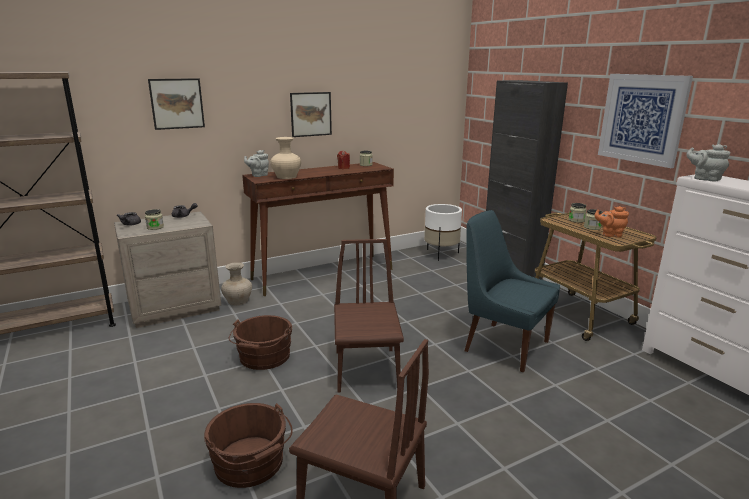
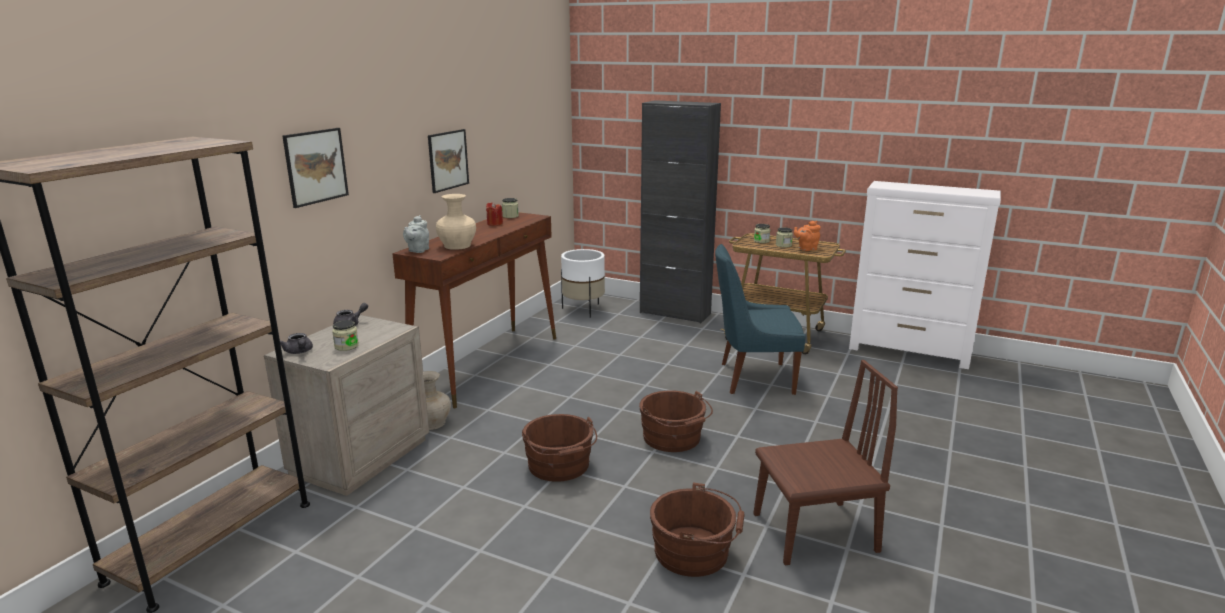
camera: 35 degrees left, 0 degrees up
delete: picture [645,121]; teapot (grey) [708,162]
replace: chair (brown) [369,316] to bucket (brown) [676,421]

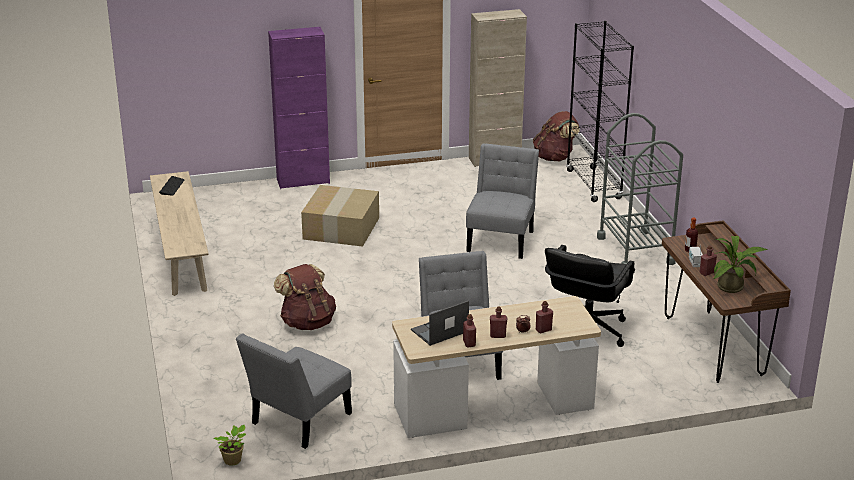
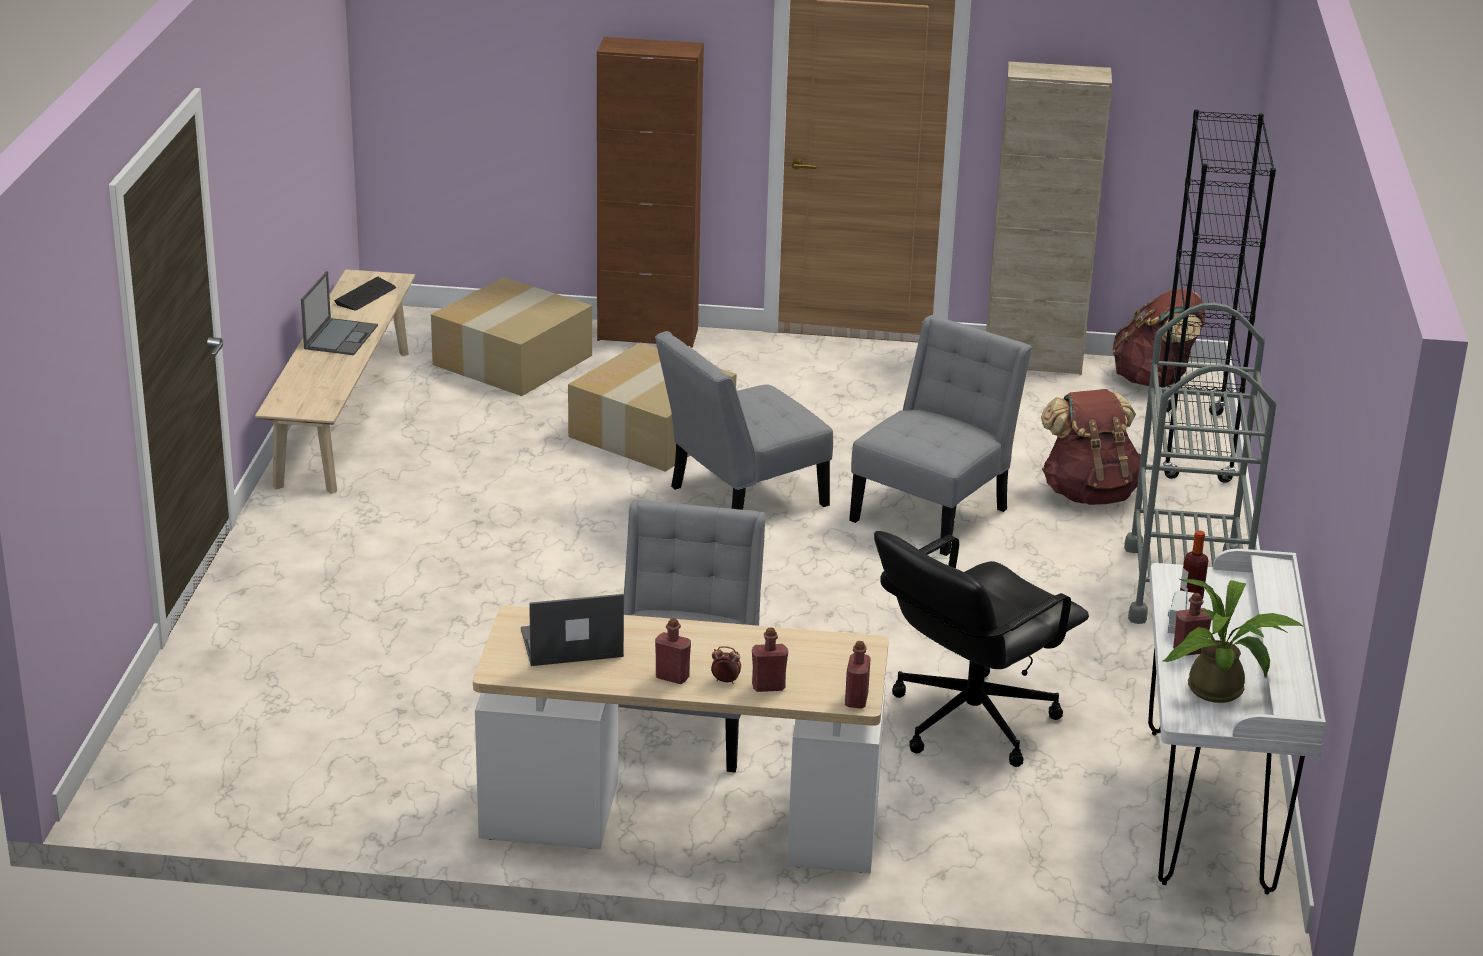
camera: 20 degrees right, 0 degrees up
delete: potted plant [230,445]
insert: laptop [339,313]; cardboard box [511,336]
move: chair (grey) [294,391] to [744,420]; backpack (brown) [305,297] to [1091,447]; bottle (red) [469,330] to [858,675]
recolor: cabinet (purple) [299,108] to cabinet (brown) [650,192]; desk (brown) [726,301] to desk (white) [1237,721]

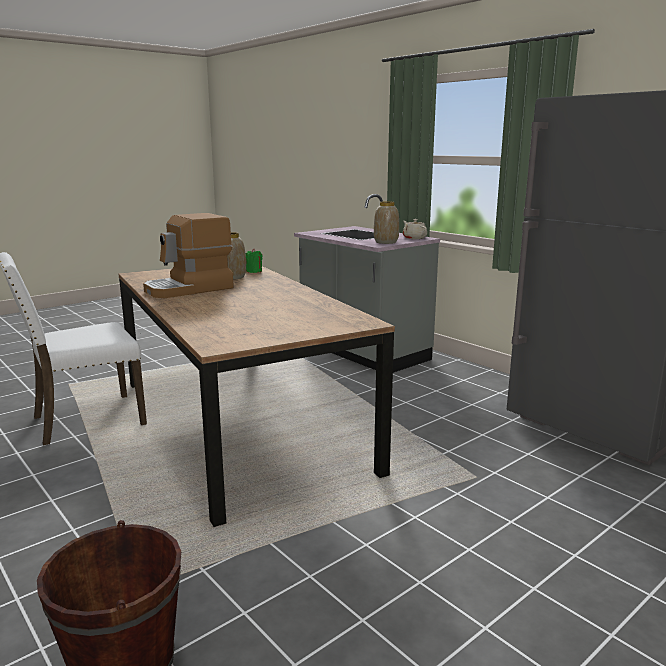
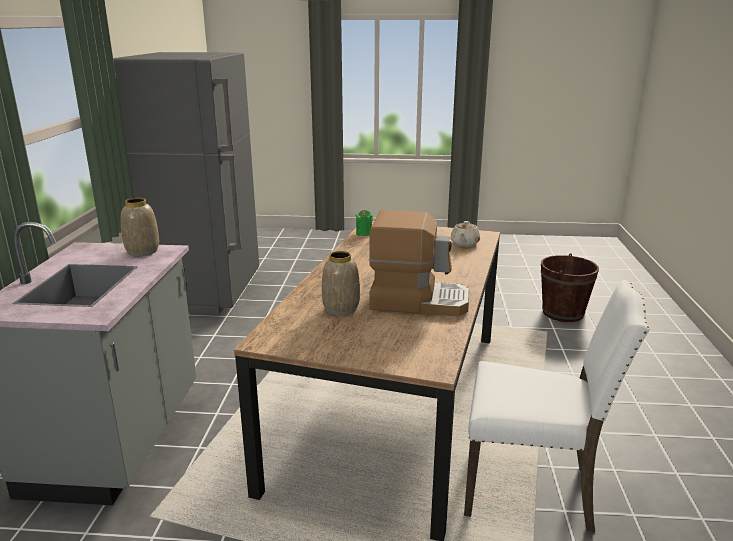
camera: 135 degrees left, 5 degrees up
move: candle (green) [254,260] to [364,223]; teapot (beige) [415,229] to [465,234]

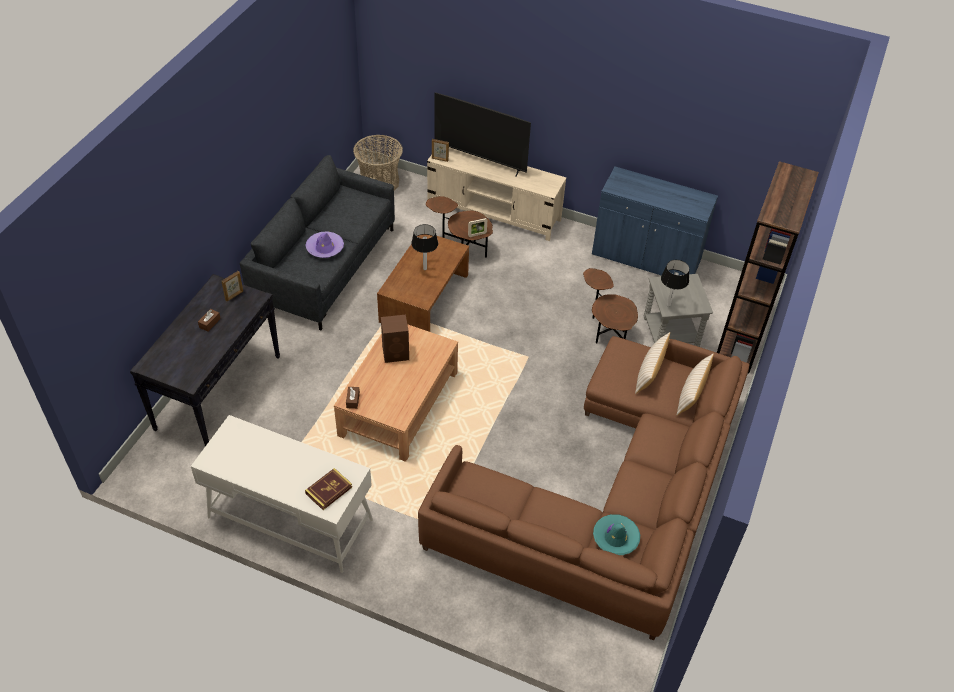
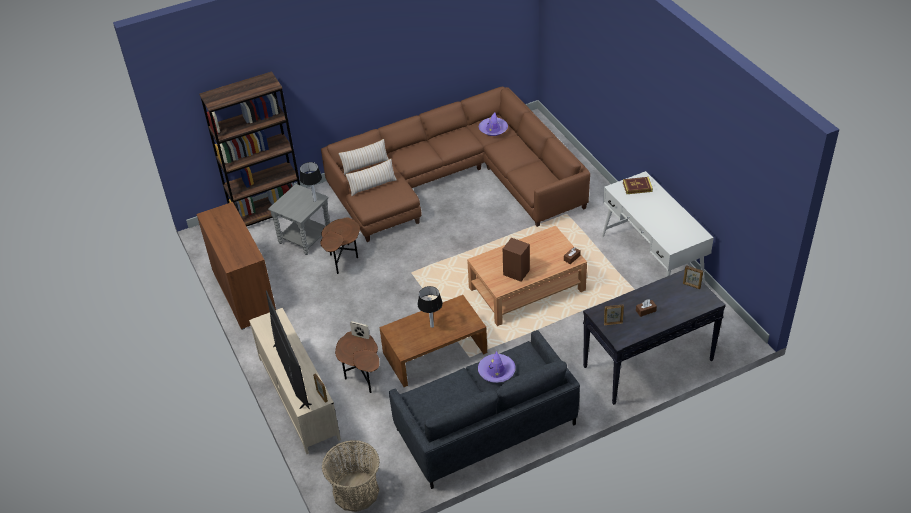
camera: 135 degrees left, 5 degrees down
insert: picture frame [693,277]
recolor: cabinet (blue) [655,221] to cabinet (brown) [236,266]; hat (turquoise) [616,534] to hat (purple) [493,124]

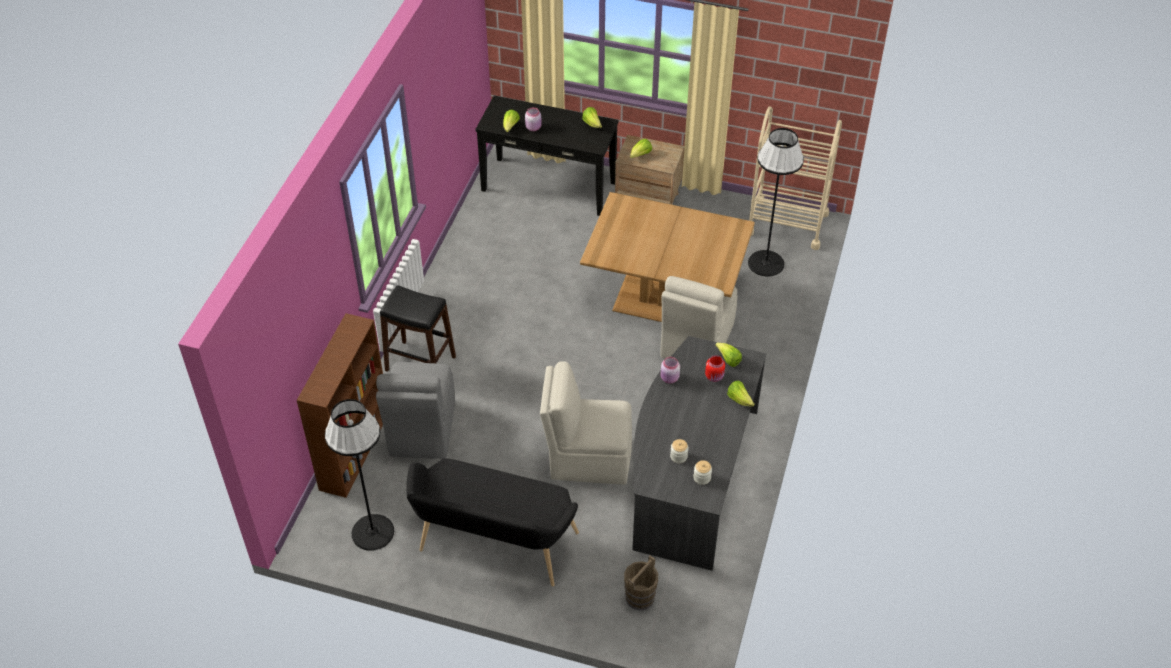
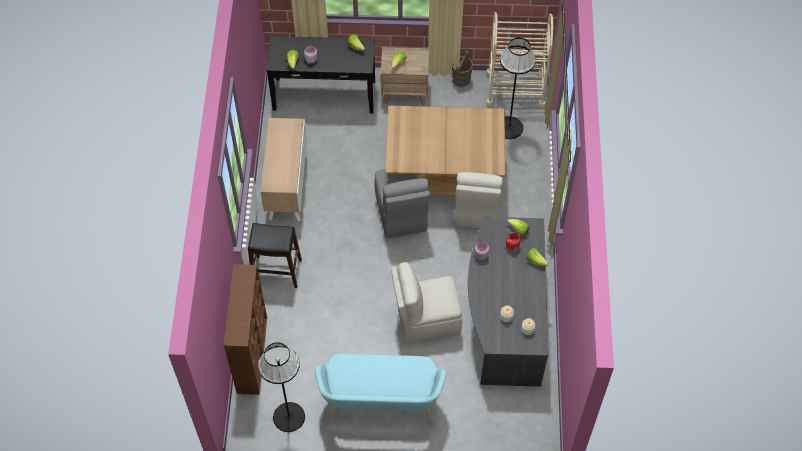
camera: 15 degrees left, 10 degrees up
insert: cabinet [284,169]
move: chair (grey) [415,410] to [402,203]; bucket (brown) [641,583] to [462,69]
recolor: bench (black) [492,522] to bench (turquoise) [380,390]

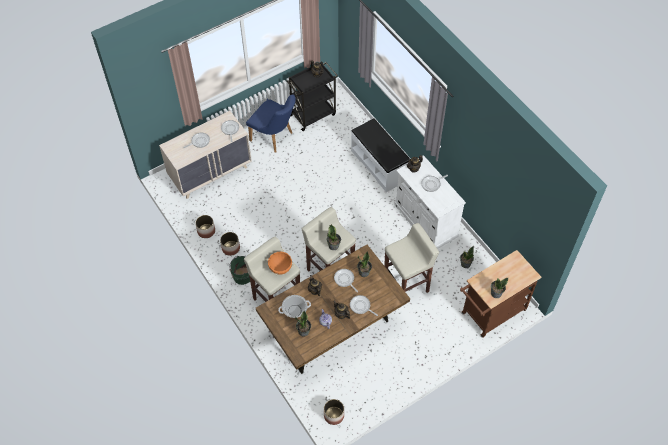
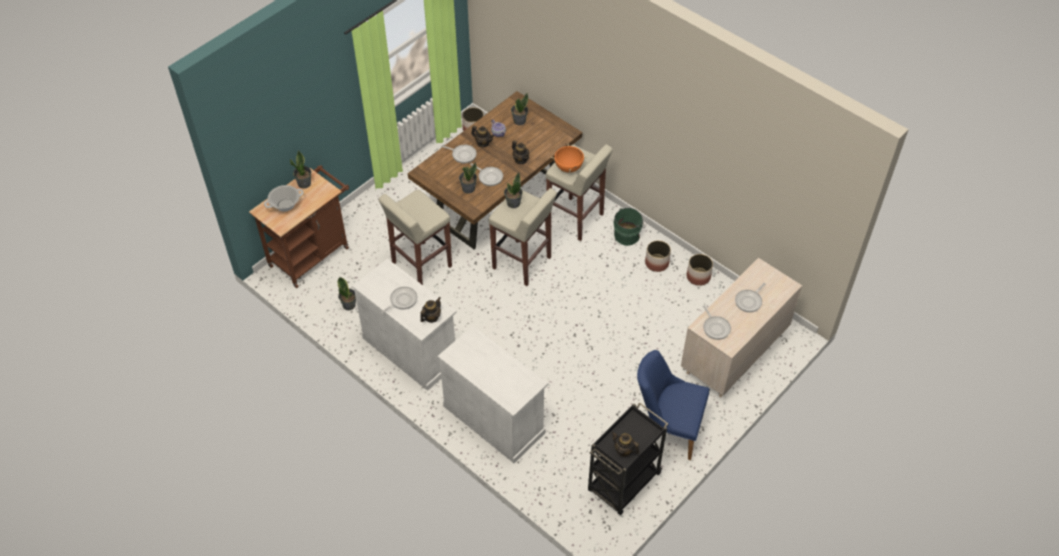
camera: 165 degrees right, 5 degrees down
move: cooking pot [294,306] to [283,198]
replace: bench (white) [380,155] to cabinet (white) [493,394]

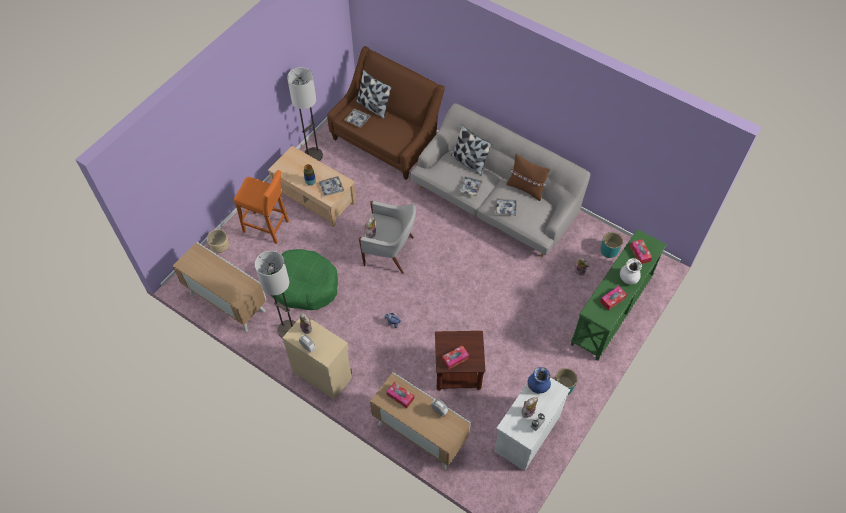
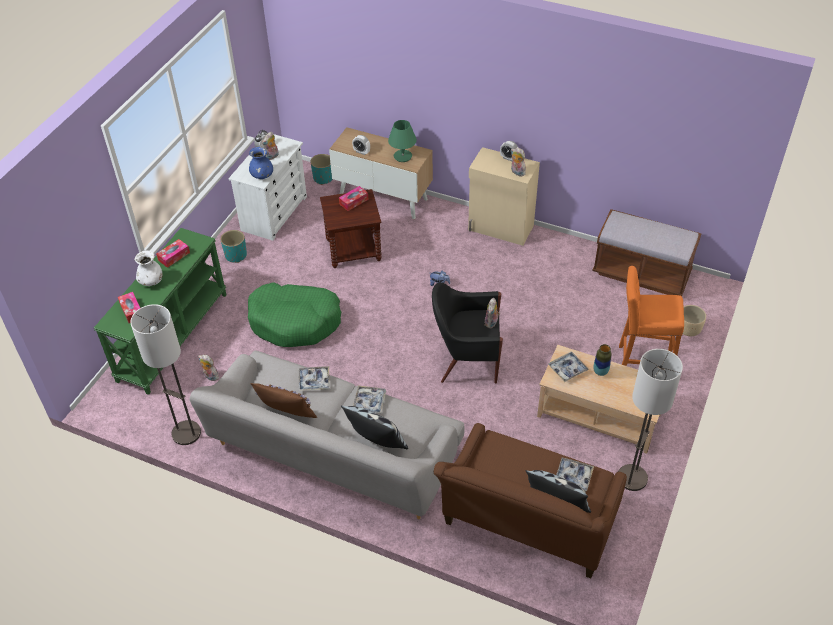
camera: 170 degrees right, 10 degrees down
move: floor lamp [275,294] to [165,374]; dog bed (green) [302,279] to [294,314]; planter (turquoise) [612,245] to [321,169]
replace: cabinet [220,287] to bench (brown) [646,252]; tissue box [400,395] to table lamp (green) [402,141]
recolor: armchair (white) [387,237] to armchair (black) [467,333]

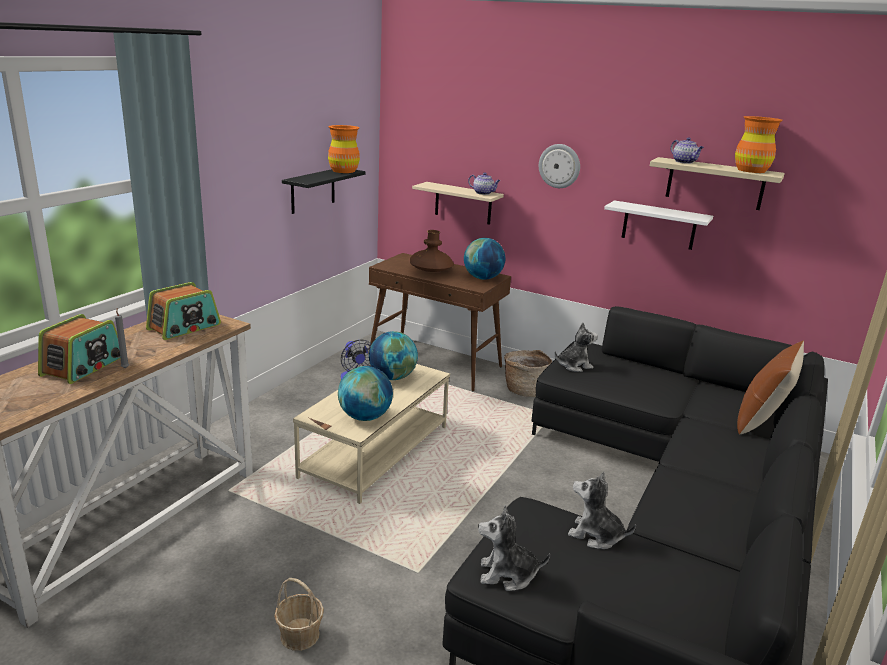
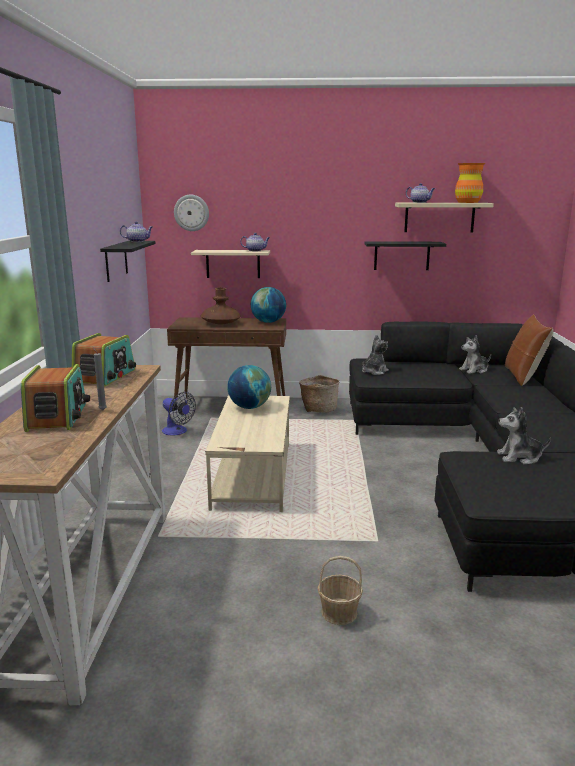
camera: 25 degrees left, 5 degrees down
delete: globe [365,393]
move: plush toy [514,548] to [475,354]; wall clock [559,166] to [191,213]
replace: vase (orange) [344,149] to teapot [136,231]
recolor: shelf (white) [658,225] to shelf (black) [405,255]

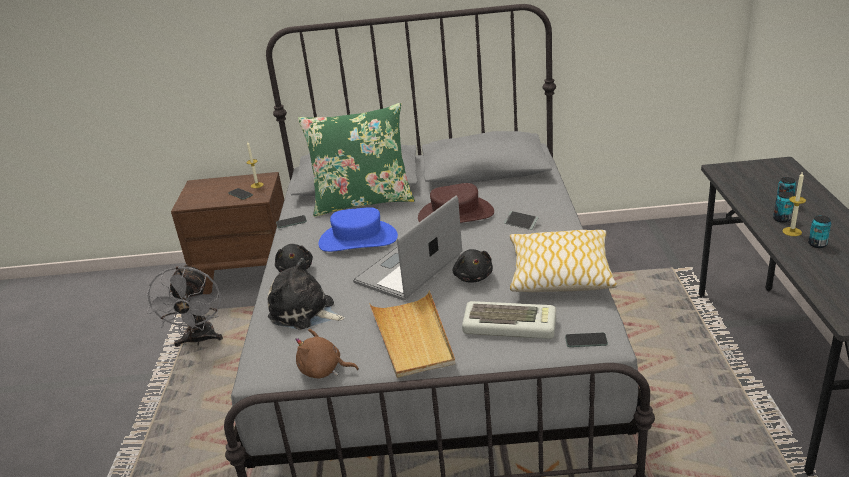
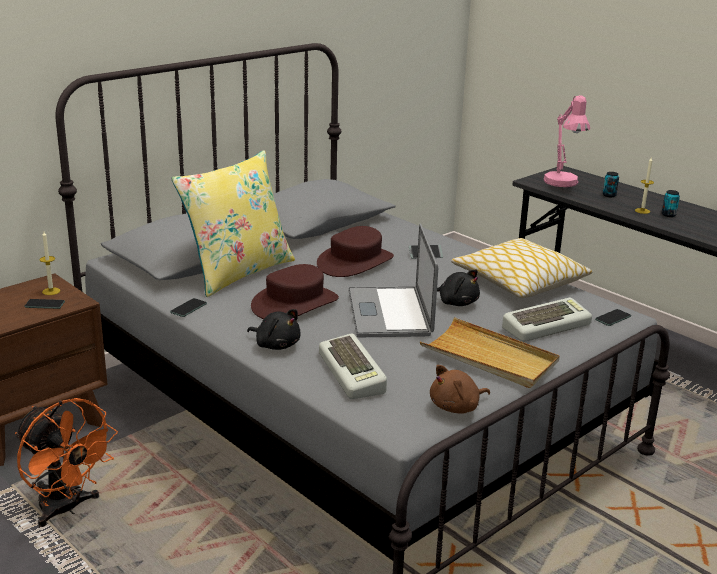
camera: 45 degrees left, 5 degrees down
delete: can [783,207]
insert: table lamp (pink) [567,141]
replace: plush toy [306,294] to keyboard [353,366]
recolor: fan (grey) [185,305] to fan (orange) [66,462]; pillow (green) [356,160] to pillow (yellow) [233,223]; hat (blue) [358,229] to hat (brown) [295,291]

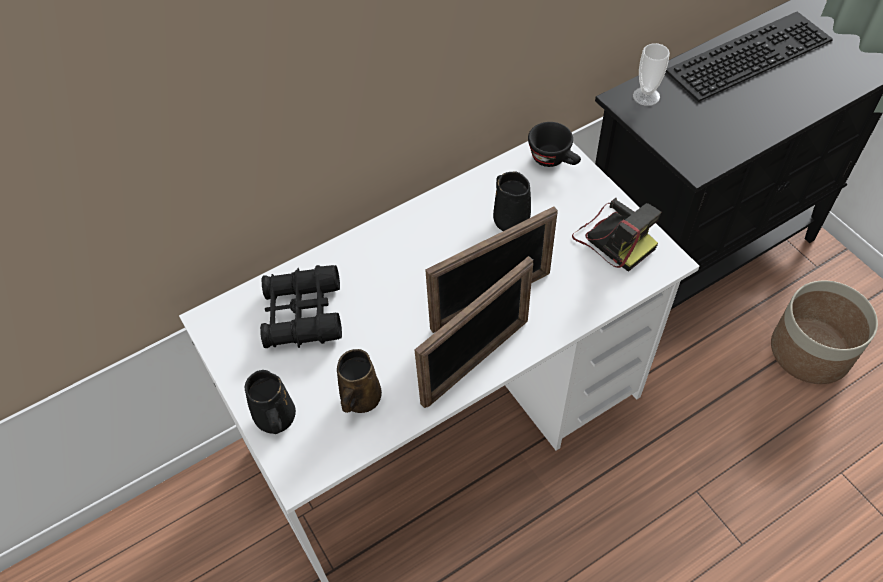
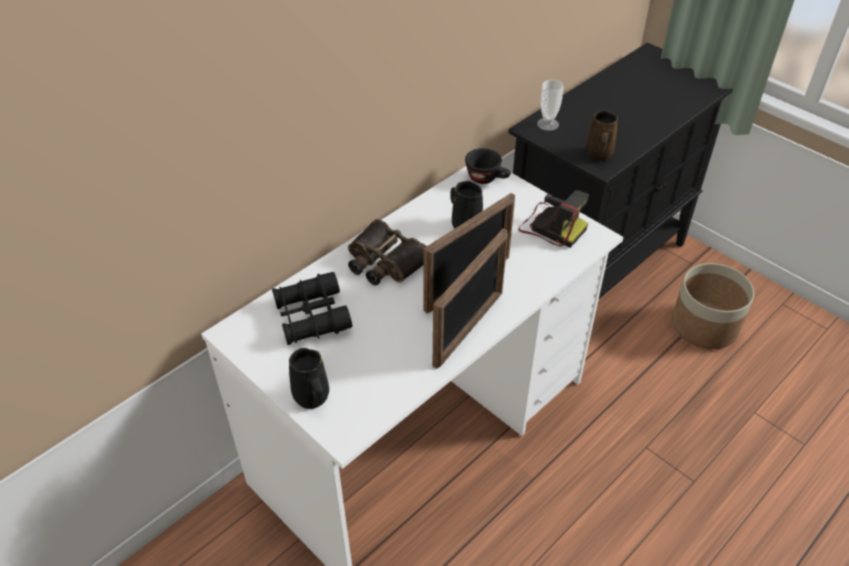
camera: 15 degrees left, 10 degrees down
delete: keyboard [749,56]
insert: binoculars [387,252]
move: mug (brown) [359,381] to [601,135]

